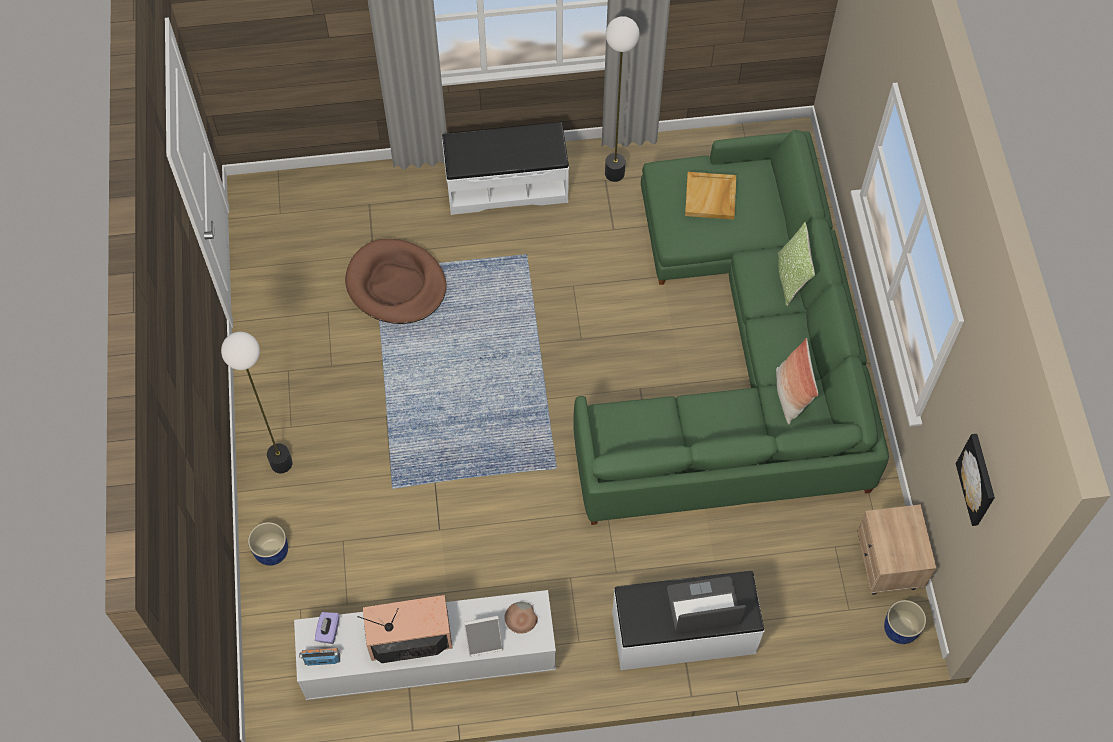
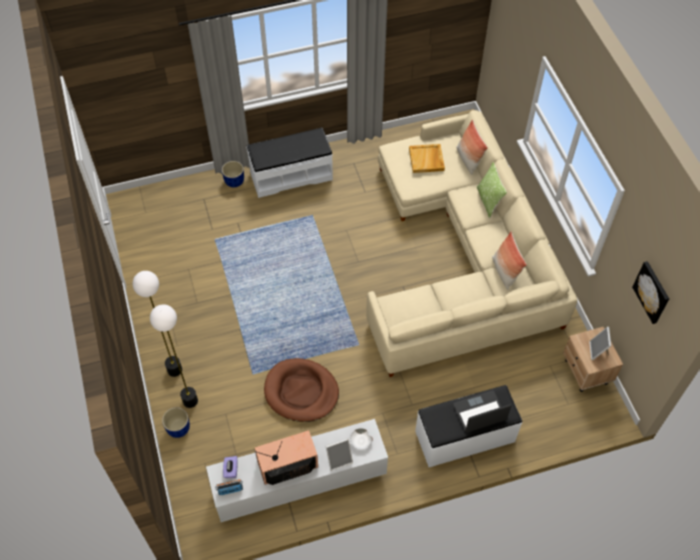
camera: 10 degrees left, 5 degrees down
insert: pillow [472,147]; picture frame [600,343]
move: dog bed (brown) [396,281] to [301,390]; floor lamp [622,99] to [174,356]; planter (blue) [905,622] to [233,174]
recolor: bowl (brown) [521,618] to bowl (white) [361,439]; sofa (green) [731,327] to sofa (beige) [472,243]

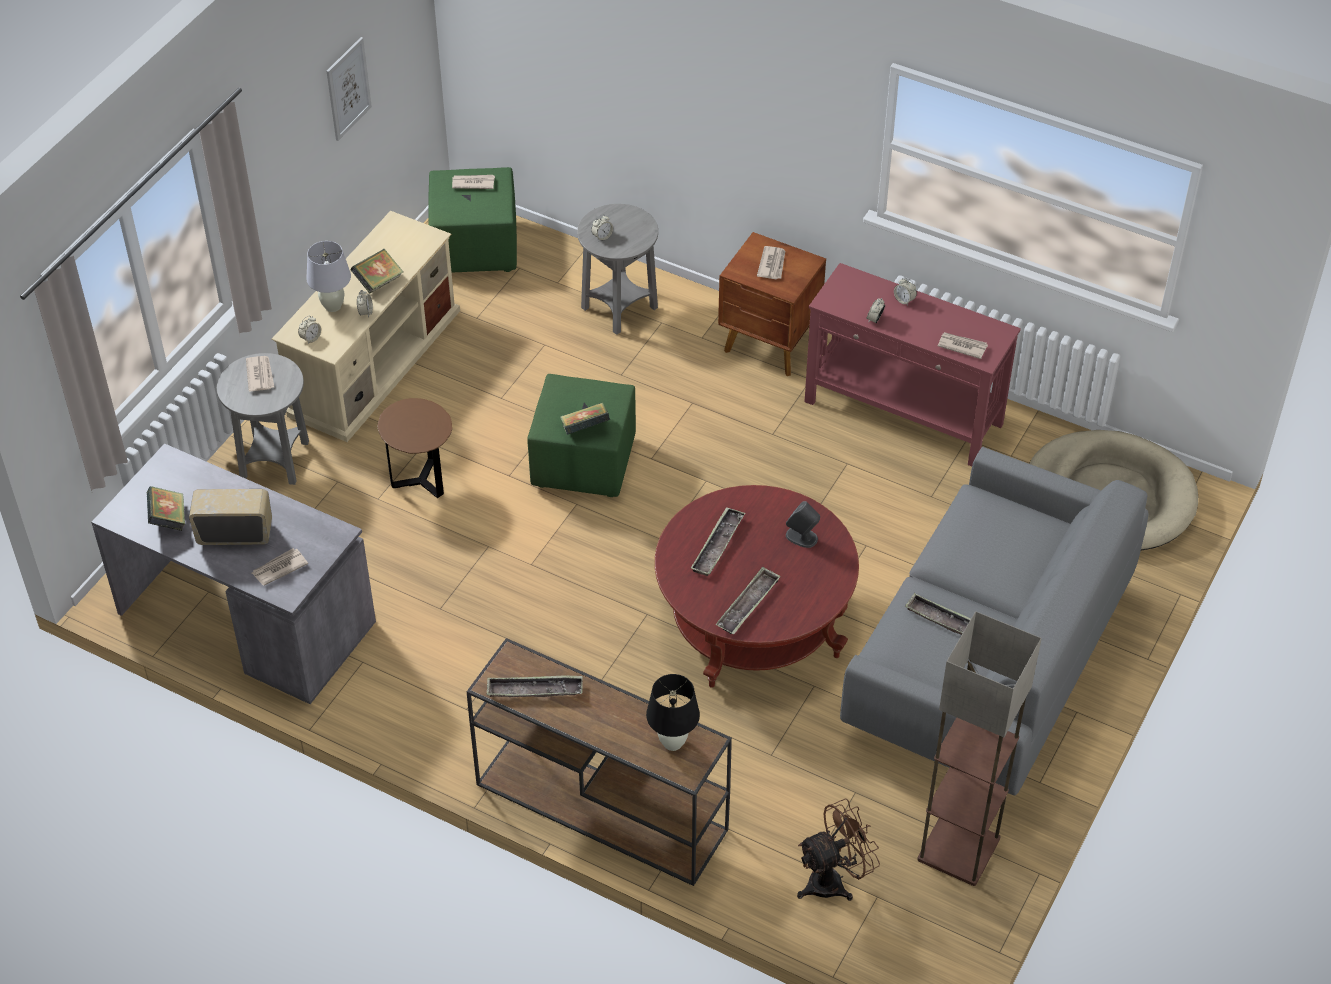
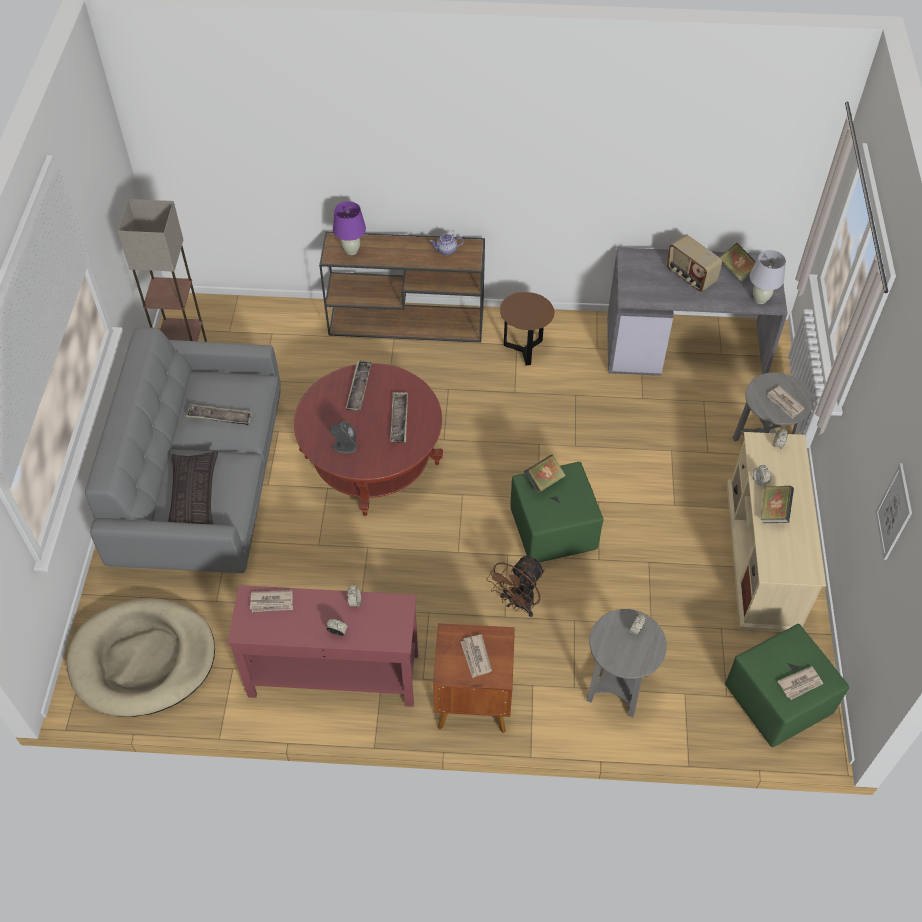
camera: 155 degrees right, 5 degrees up
delete: newspaper [280,567]
insert: pillow [193,488]
move: table lamp (white) [328,276] to [768,277]; side table (brown) [414,448] to [527,329]; fan (brown) [838,849] to [515,586]
replace: tray [535,686] to teapot [447,244]
recolor: table lamp (black) [673,712] to table lamp (purple) [349,228]
rotate: radio [230,517] = [694,263] 75 degrees clockwise

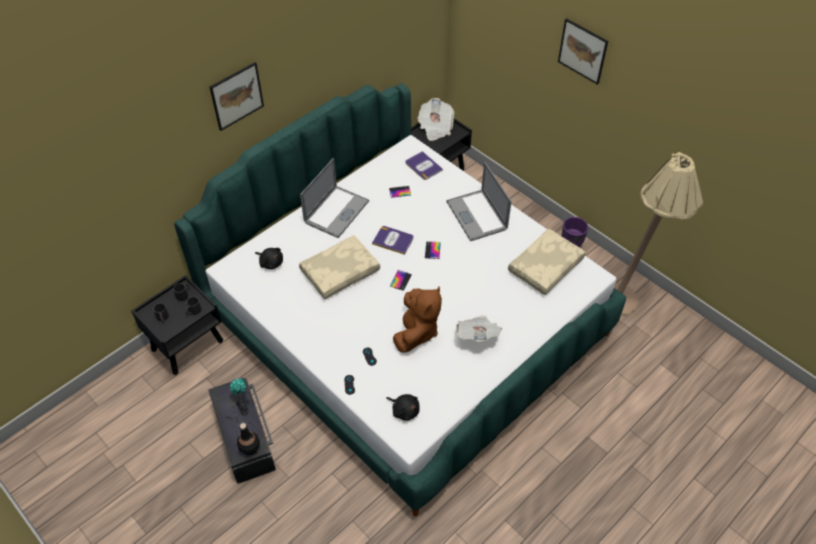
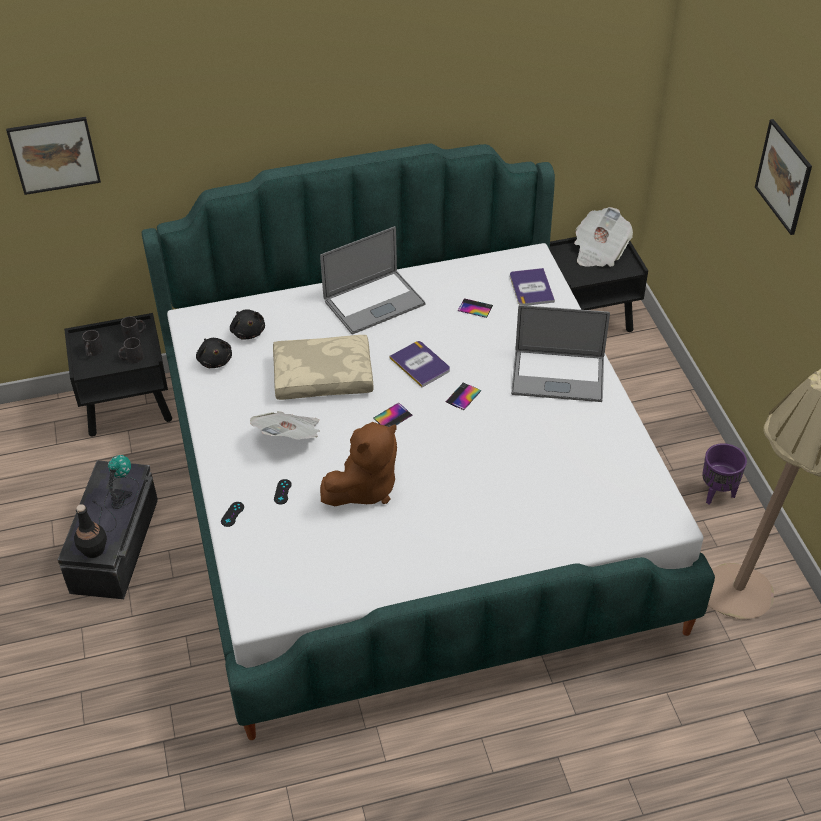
camera: 30 degrees right, 5 degrees down
delete: pillow (beige) [547,262]
move: picture [237,96] to [53,156]; plush toy (black) [403,407] to [214,353]; newspaper [478,329] to [285,425]
rotate: laptop [478,201] = [560,353] 90 degrees counterclockwise

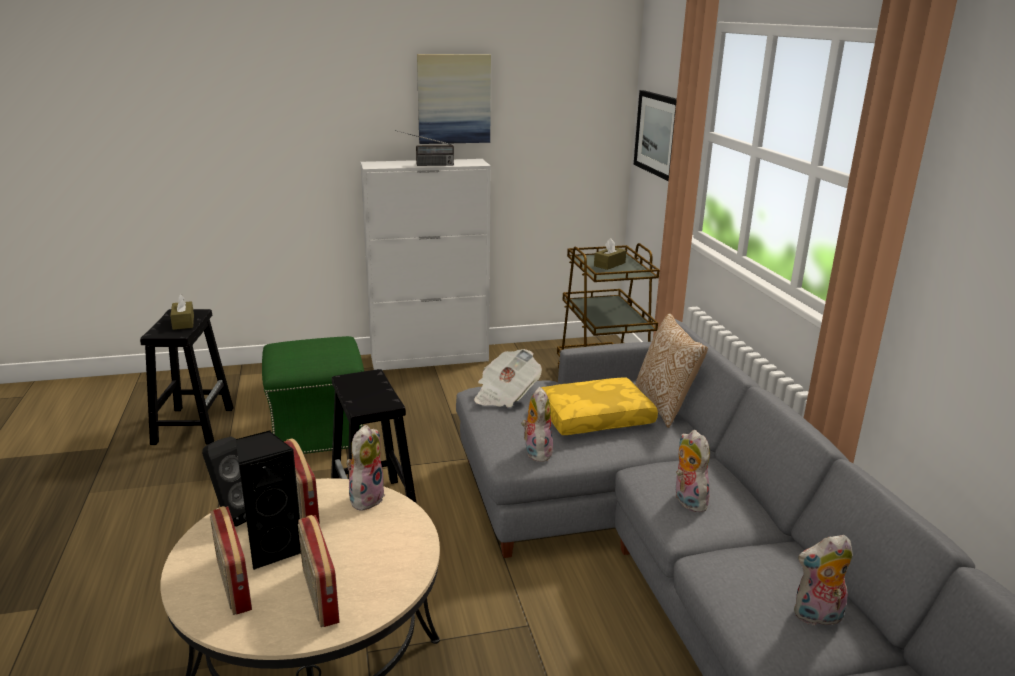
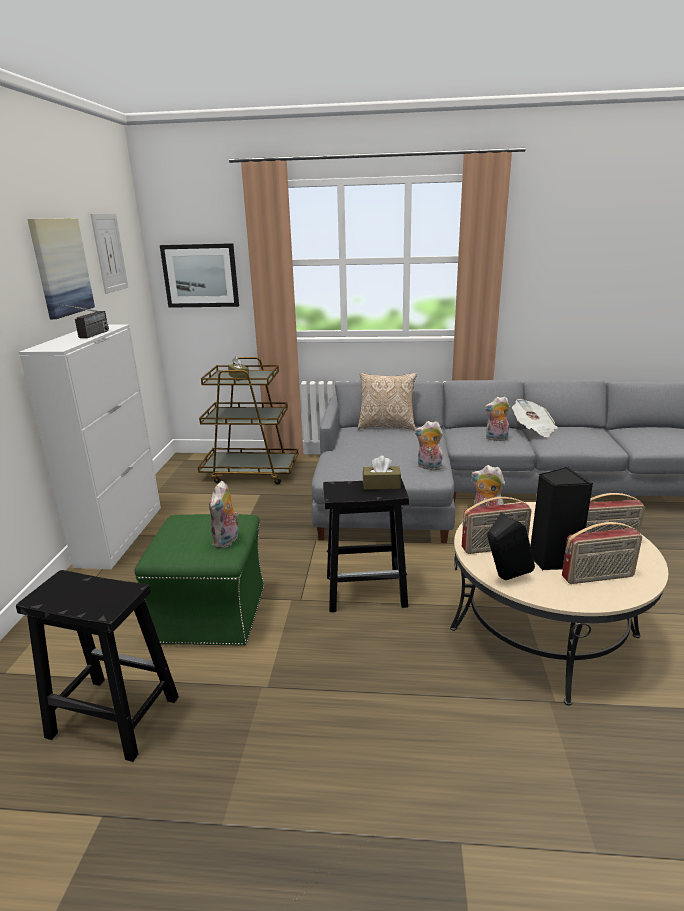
camera: 70 degrees left, 0 degrees up
delete: pillow (yellow) [599,406]
insert: picture [109,254]
move: tissue box (brown) [182,312] to [382,473]; newspaper [508,378] to [535,418]; plush toy [823,580] to [224,514]

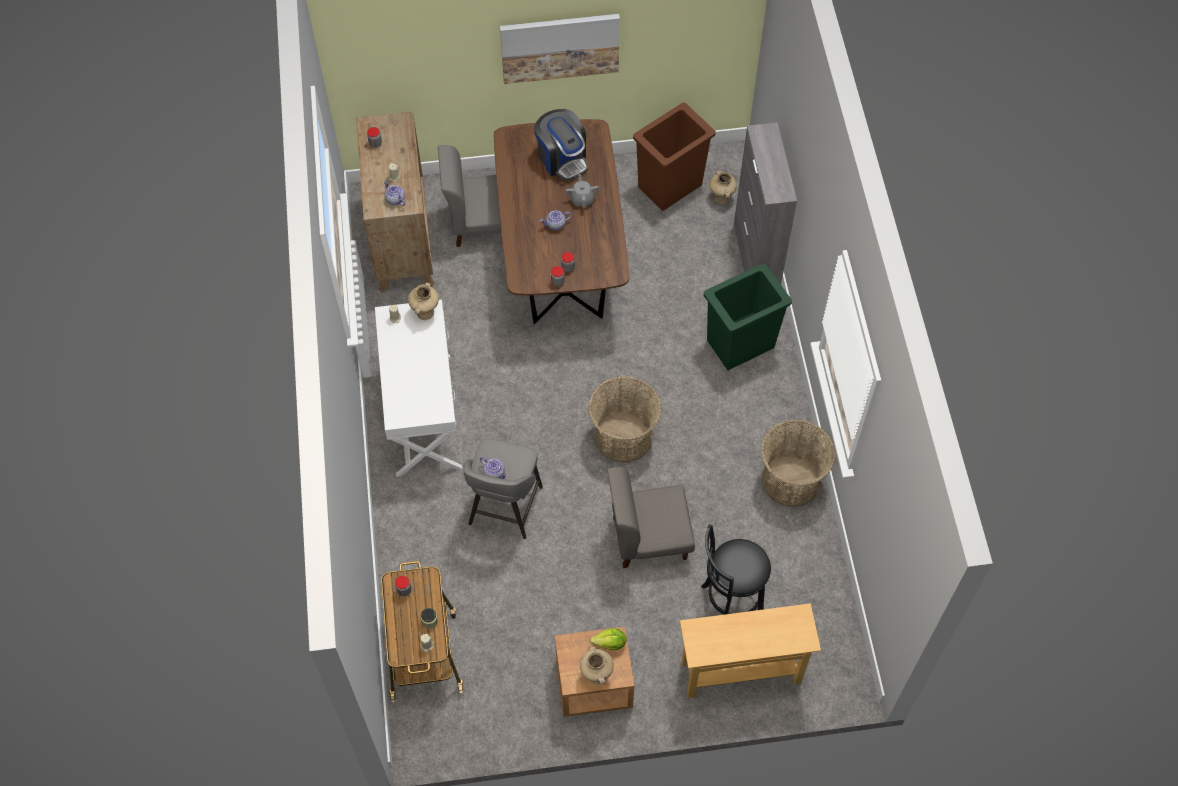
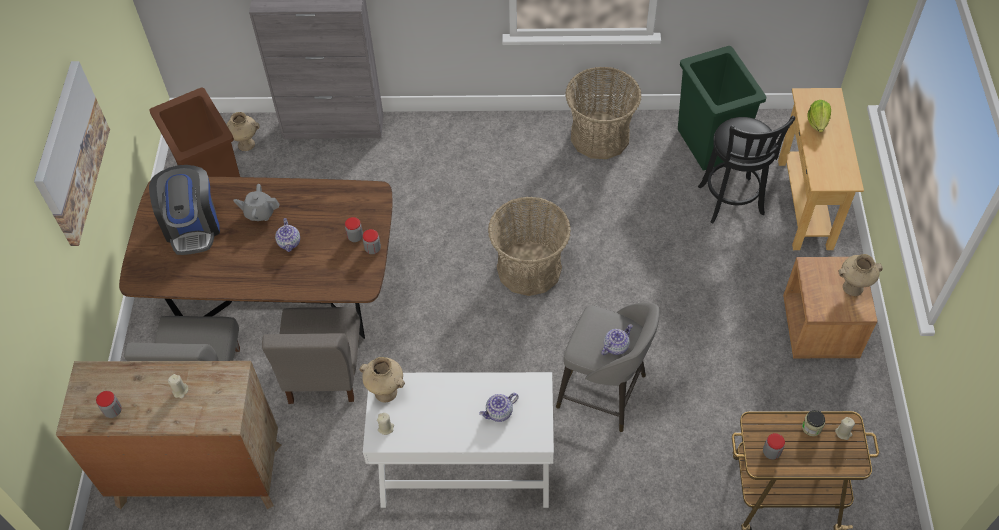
camera: 80 degrees left, 5 degrees down
move: teapot [394,193] to [499,407]; lettuce [608,639] to [819,116]; chair (grey) [651,517] to [311,355]; trash can (green) [748,317] to [722,108]
rotate: coffee machine [561,145] = [184,210] 105 degrees clockwise

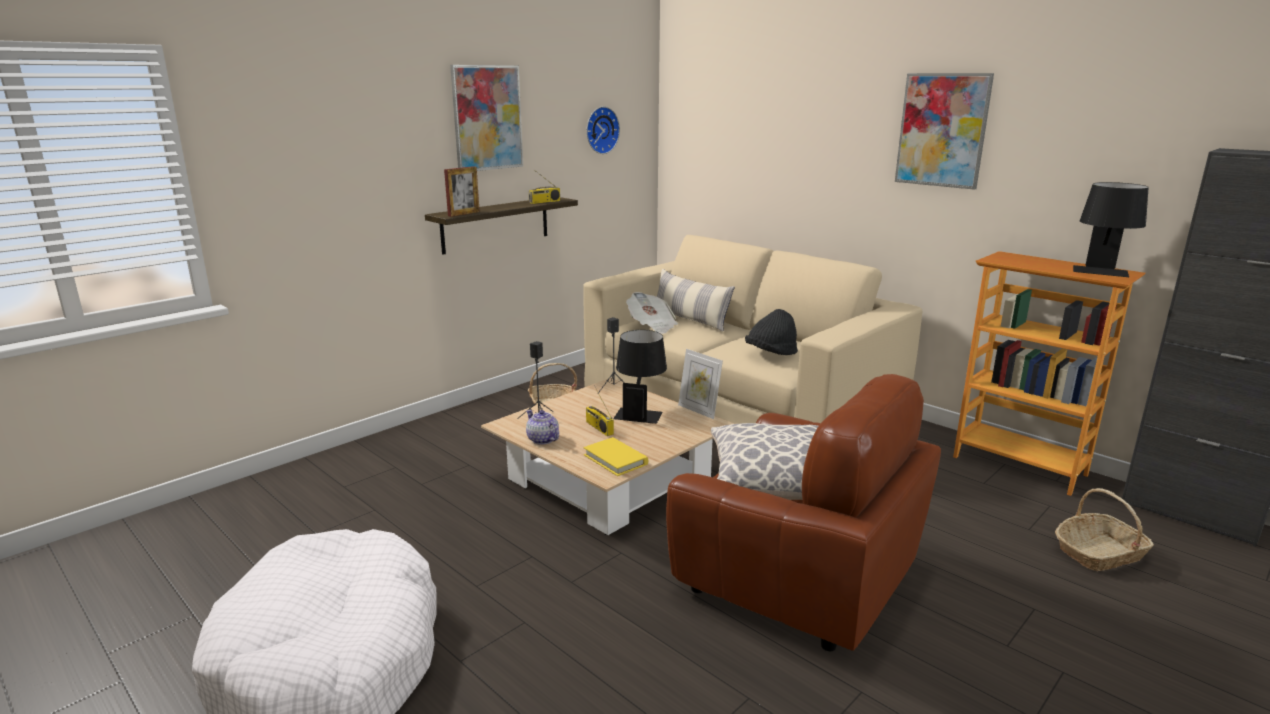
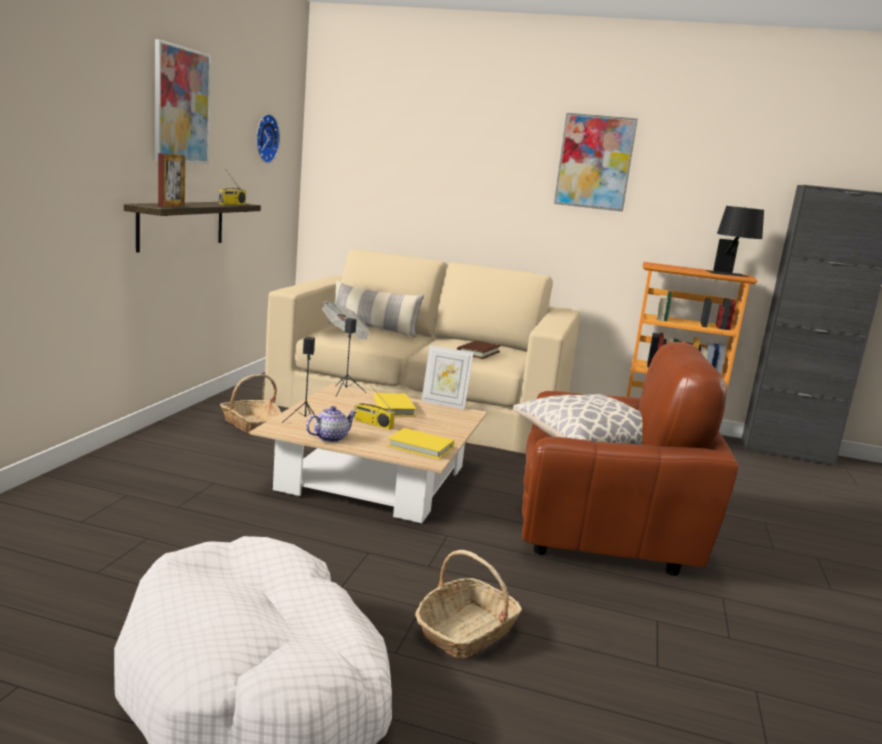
camera: 30 degrees left, 5 degrees down
move: basket [1104,529] to [468,604]
replace: table lamp (black) [640,377] to book (yellow) [395,405]; hat (black) [771,332] to book (brown) [479,350]
rotate: teapot [542,427] = [331,424] 120 degrees clockwise

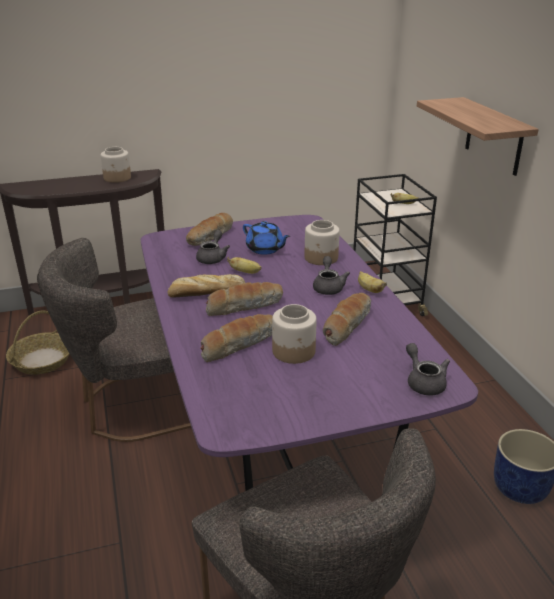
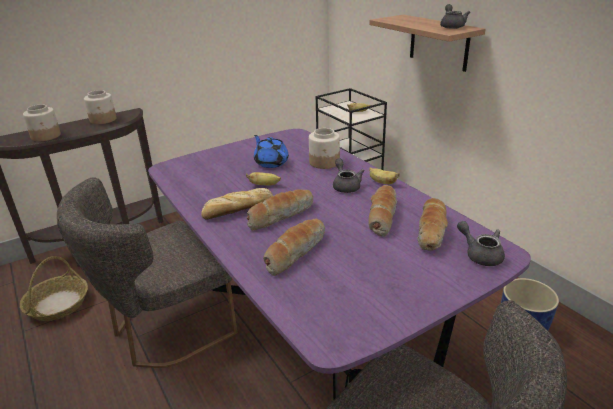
camera: 15 degrees left, 0 degrees up
move: bread [209,229] to [432,224]; teapot (grey) [213,247] to [455,16]; jar [294,334] to [42,122]
rotate: teapot (blue) [266,238] = [271,151] 150 degrees counterclockwise

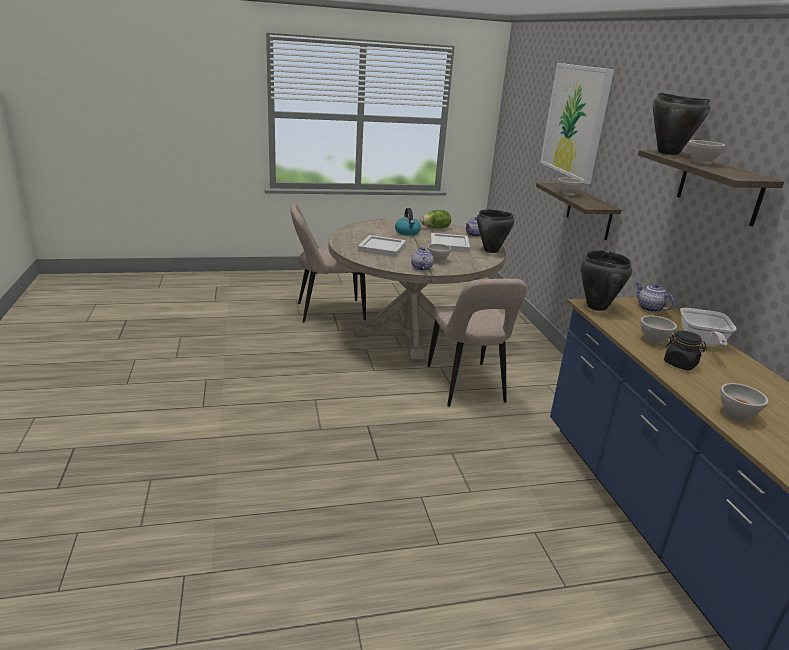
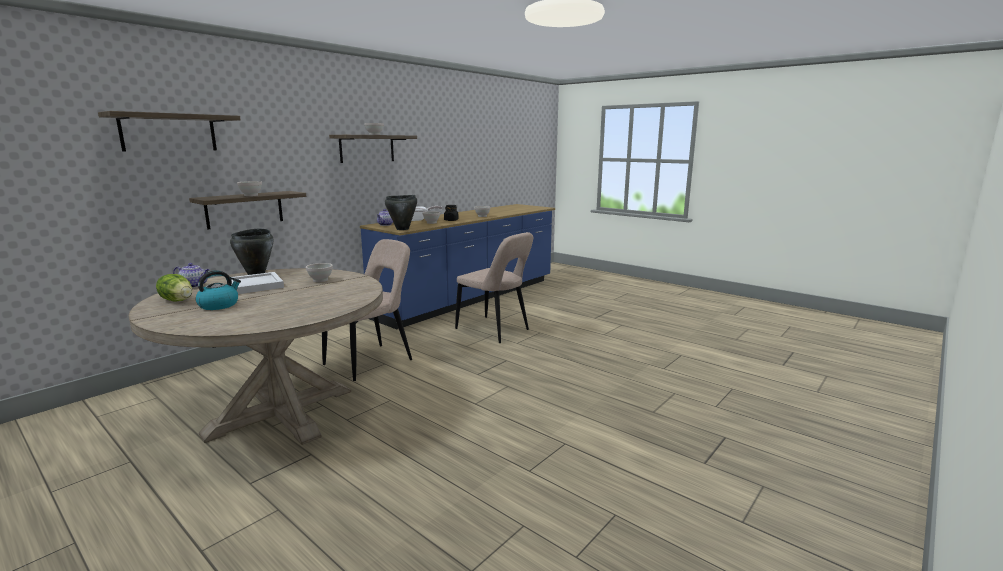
camera: 125 degrees left, 10 degrees down
delete: tray (white) [382,246]; teapot [422,259]; cooking pot (black) [681,124]
move: chair (beige) [328,263] to [494,287]
replace: picture [577,123] to shelf [169,131]

